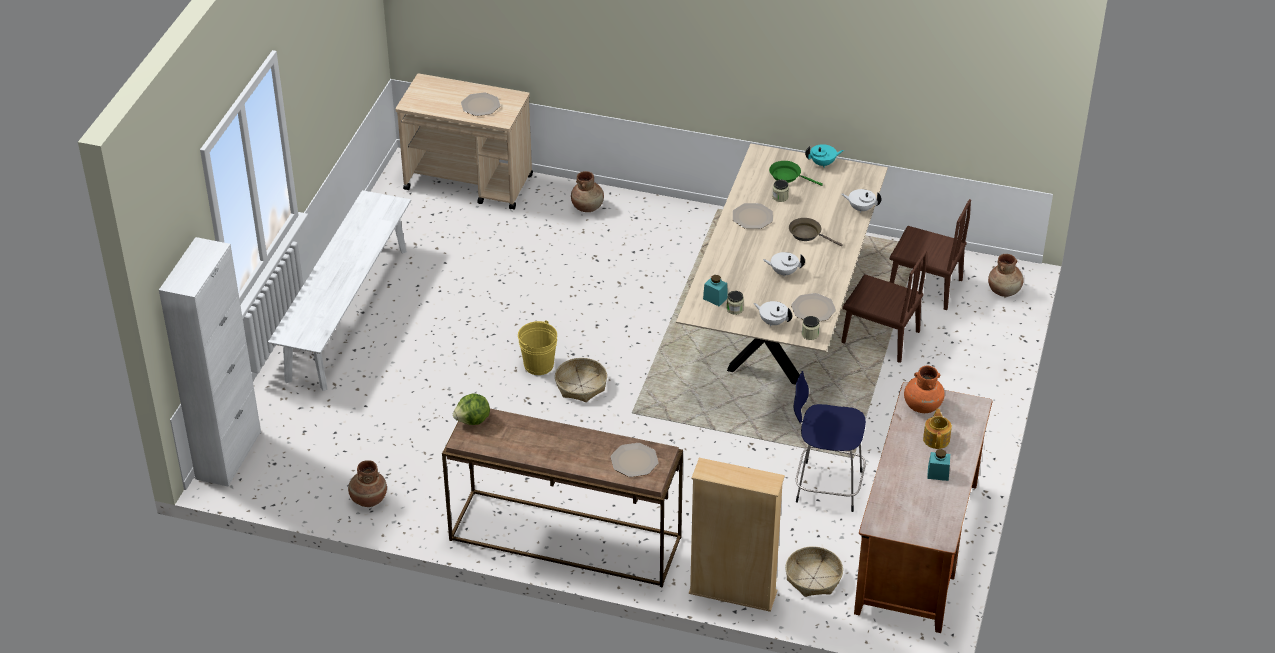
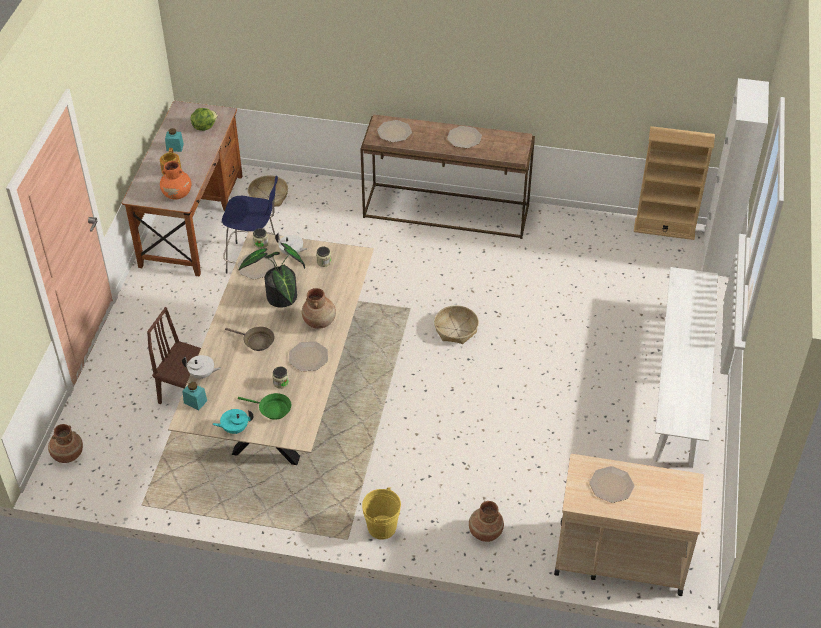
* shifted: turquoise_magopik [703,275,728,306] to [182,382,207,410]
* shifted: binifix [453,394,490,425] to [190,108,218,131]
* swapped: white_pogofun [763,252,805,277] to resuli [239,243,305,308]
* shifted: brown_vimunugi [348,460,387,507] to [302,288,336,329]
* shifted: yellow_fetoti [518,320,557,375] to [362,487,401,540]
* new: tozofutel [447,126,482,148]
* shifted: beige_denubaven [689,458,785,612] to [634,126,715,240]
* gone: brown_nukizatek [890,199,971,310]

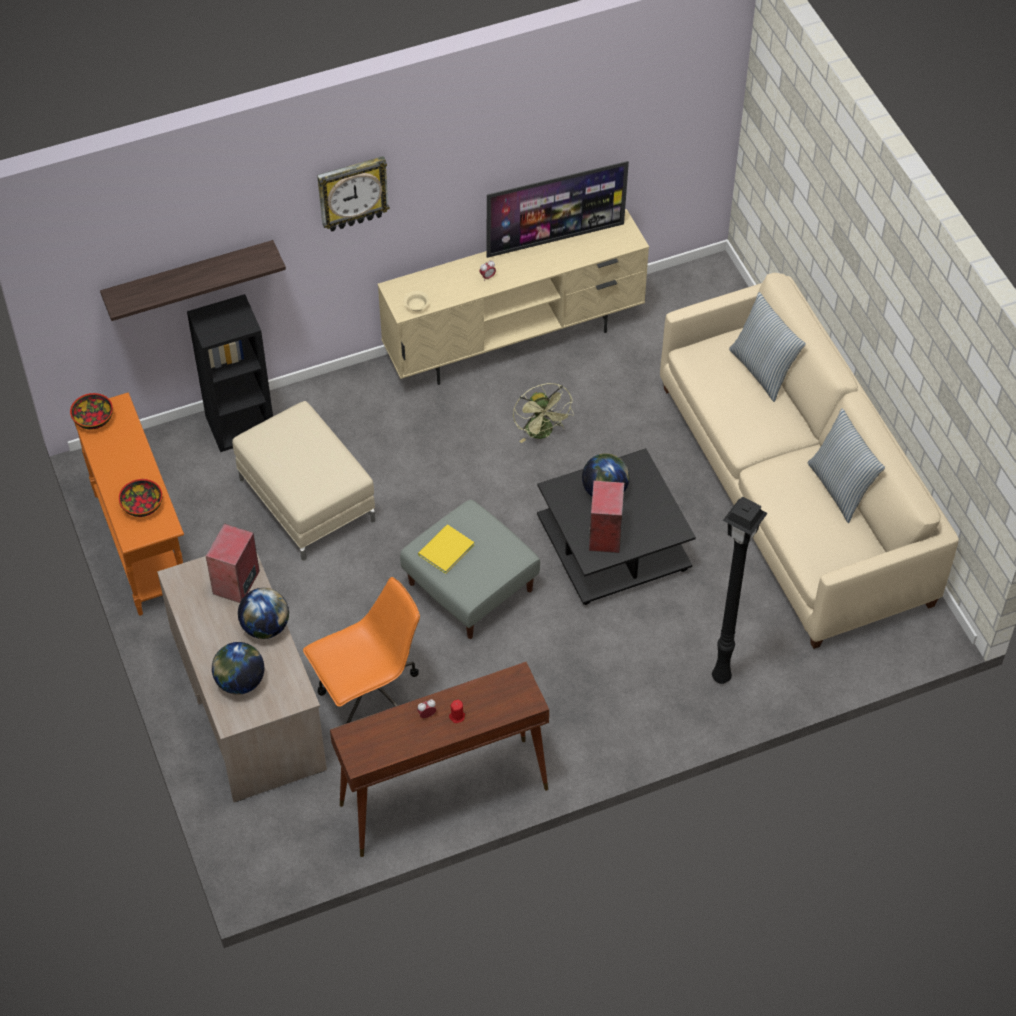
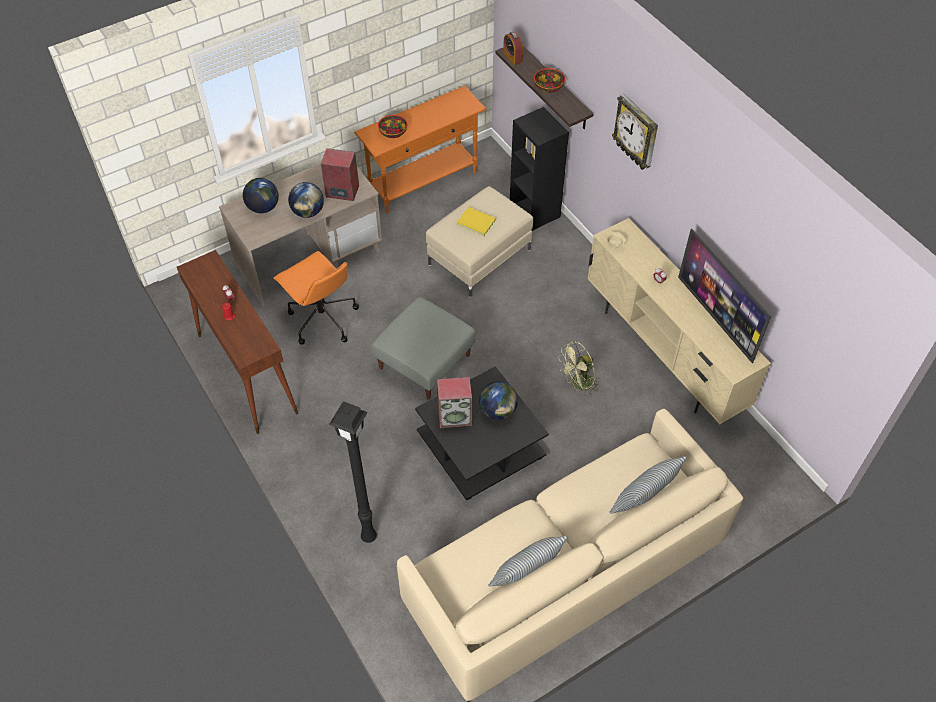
* shifted: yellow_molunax [418,524,474,574] to [457,207,496,236]
* new: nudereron [503,32,523,65]
* shifted: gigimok [70,393,113,430] to [534,68,565,93]

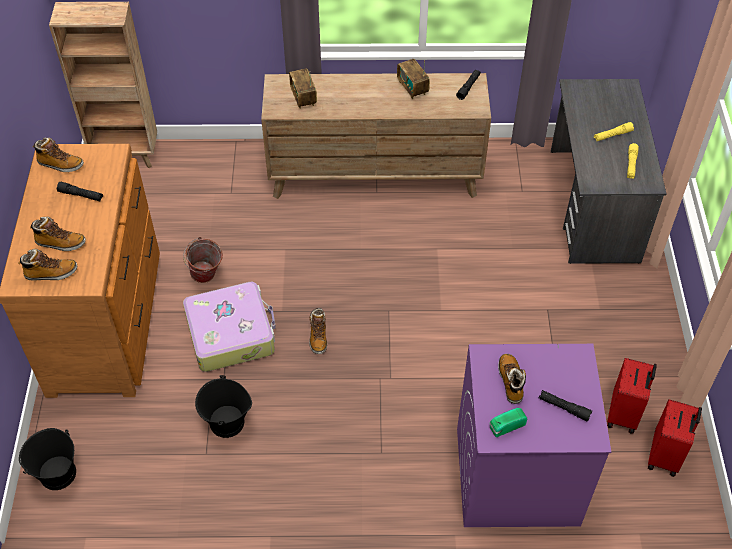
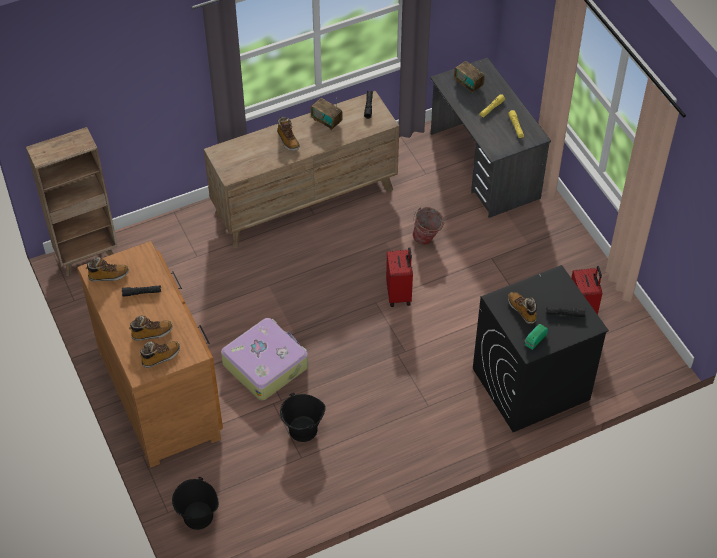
* shifted: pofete [309,308,327,354] to [277,117,300,151]
* shifted: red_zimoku [648,399,702,477] to [386,247,413,307]
* shifted: fetoti [183,237,223,283] to [412,207,444,245]
* shifted: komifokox [289,68,317,109] to [454,61,485,93]
* repainted: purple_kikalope [457,344,611,527] to black_kikalope [473,265,609,432]

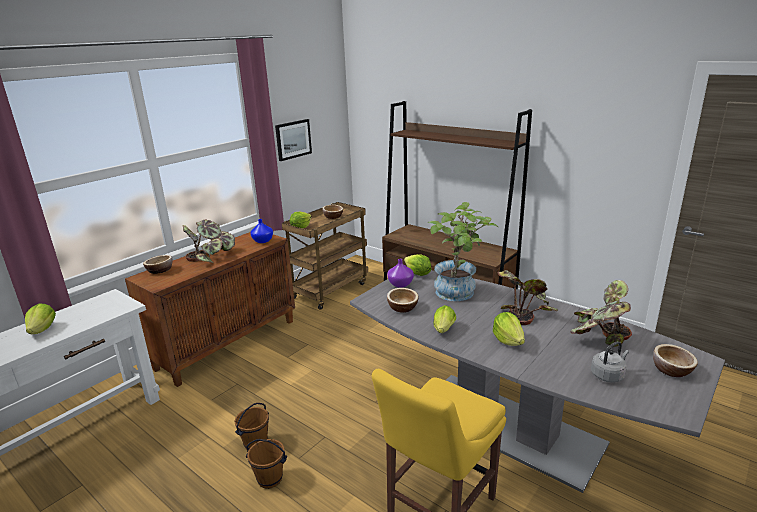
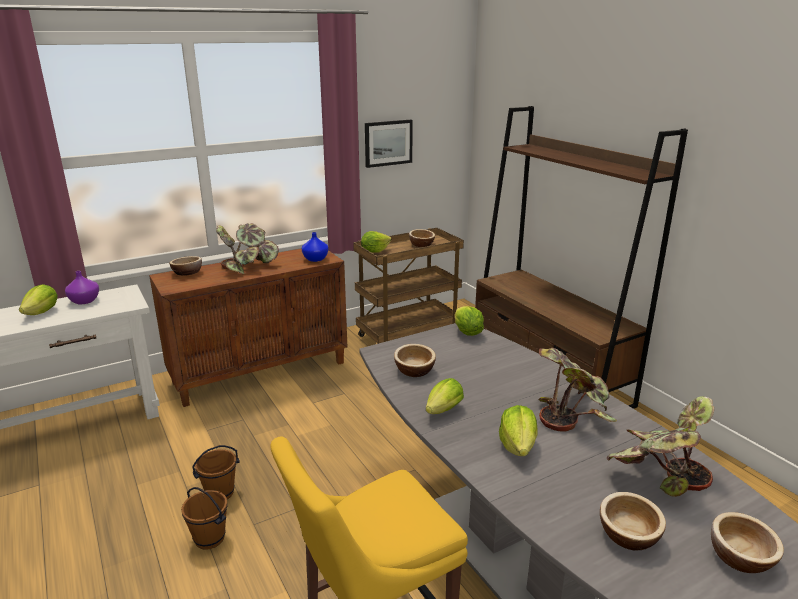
* shifted: purple_vimunugi [387,259,414,288] to [65,271,99,304]
* swapped: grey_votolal [591,341,629,383] to gigimok [600,492,666,551]
* gone: resuli [428,202,498,301]

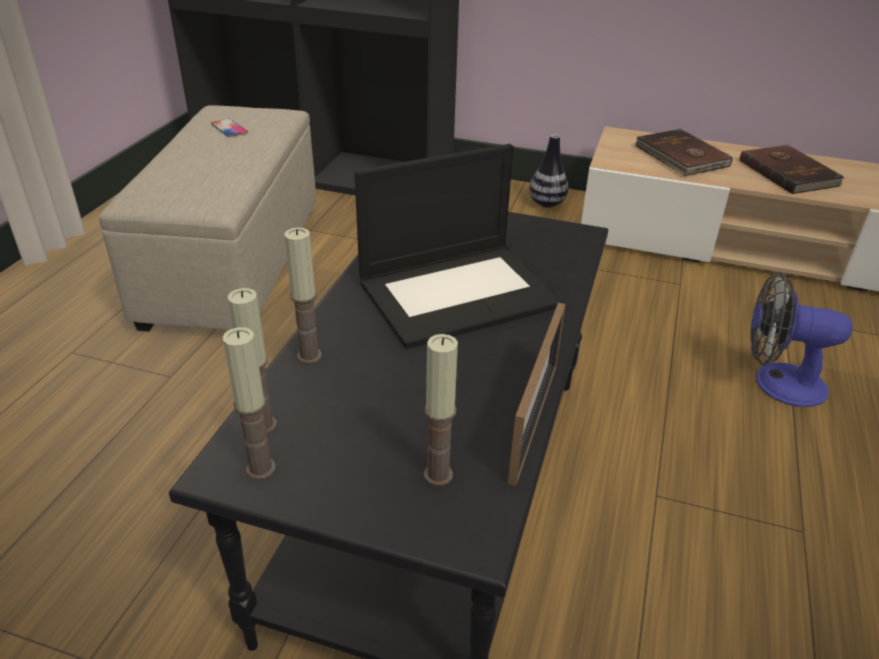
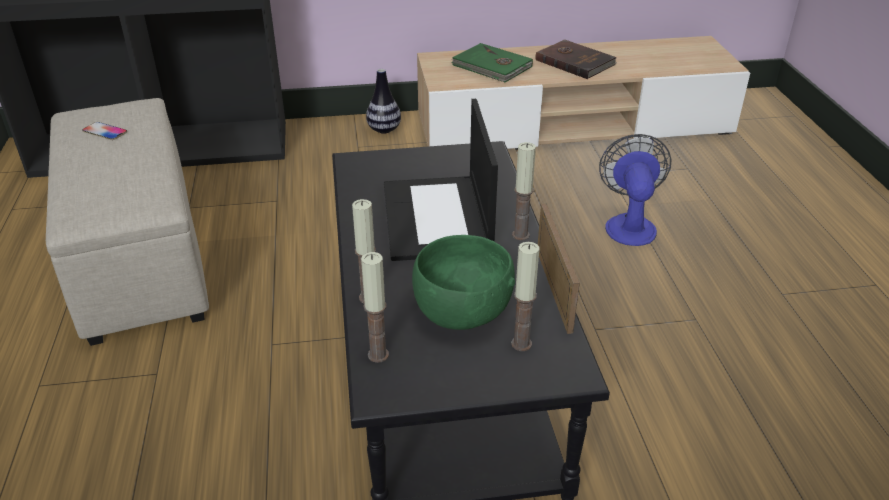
* rotated: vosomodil [354,144,564,349] = [384,99,498,261] 135 degrees clockwise
* new: green_gigimok [412,235,515,330]
* repainted: brown_molunax [635,129,733,176] to green_molunax [451,43,533,82]
* shifted: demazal [223,327,276,480] to [512,142,536,240]
* rotated: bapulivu [750,272,853,407] = [599,134,671,246] 105 degrees clockwise

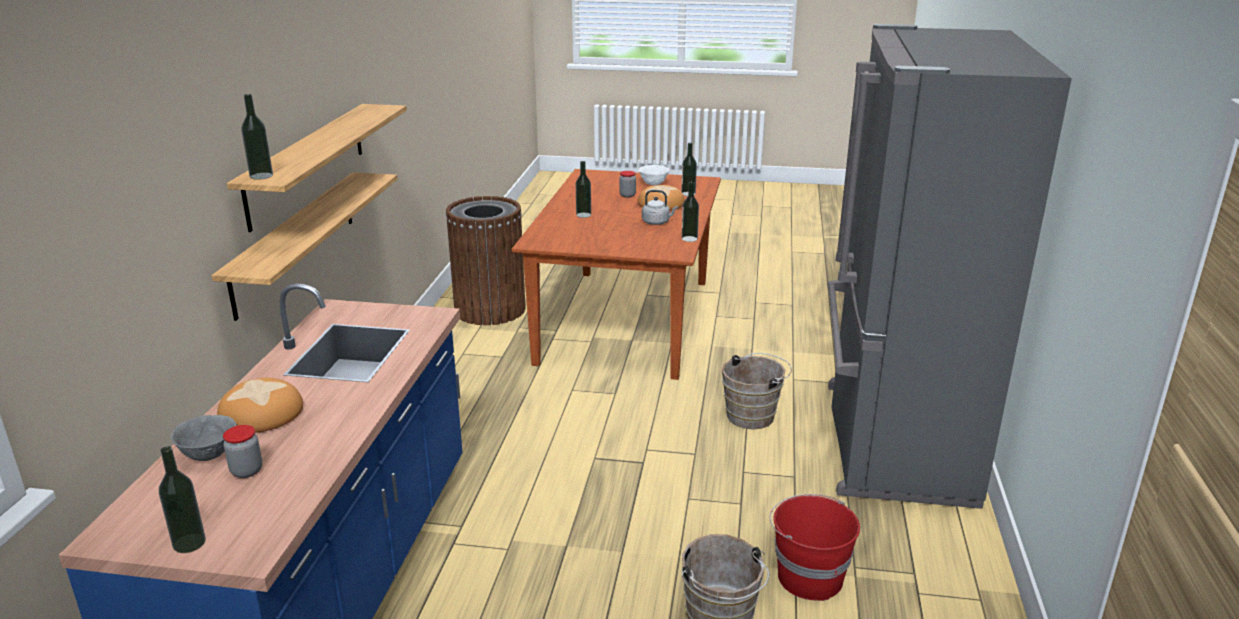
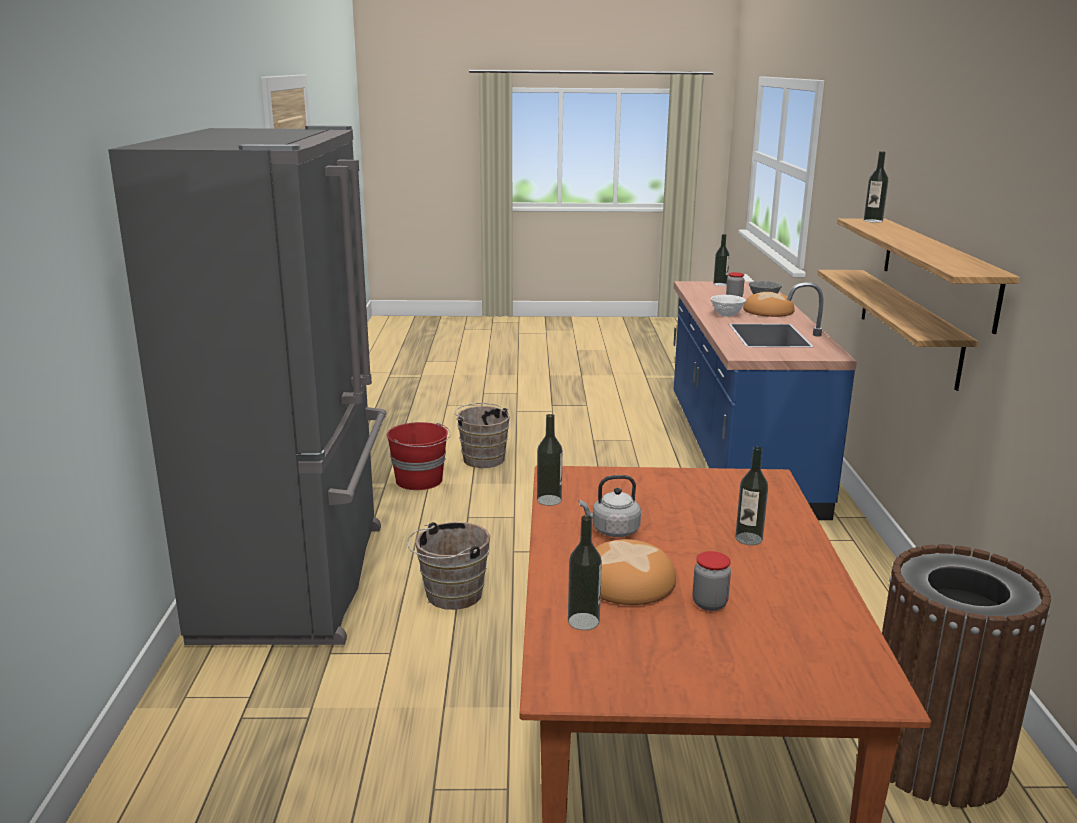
* shifted: white_gigimok [639,165,669,185] to [710,295,746,316]

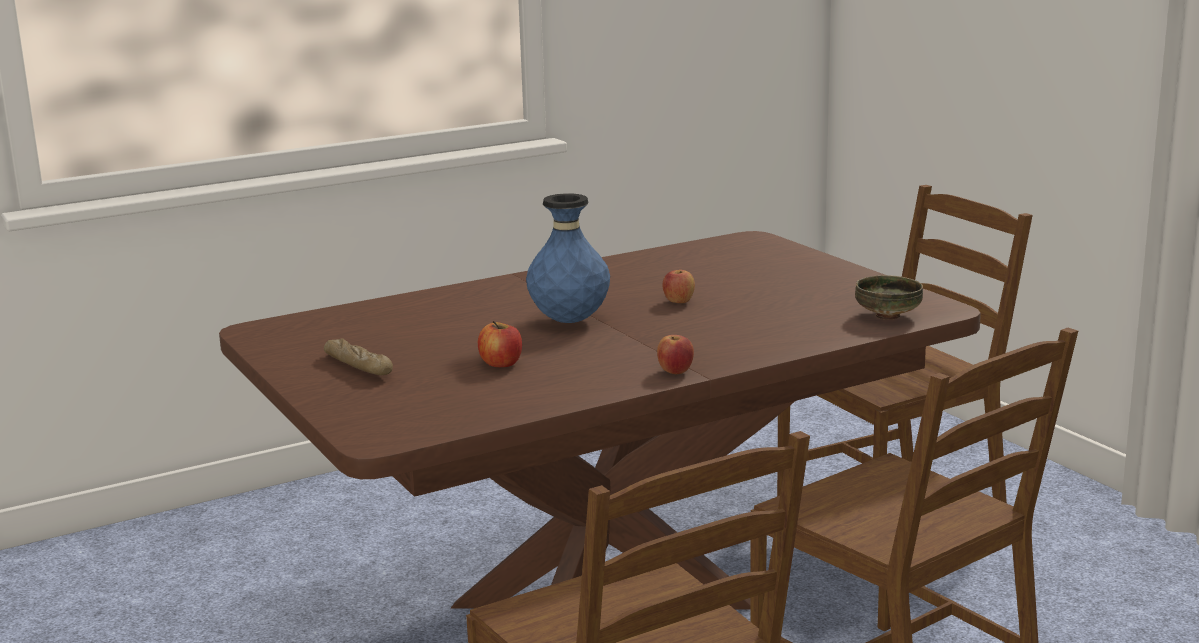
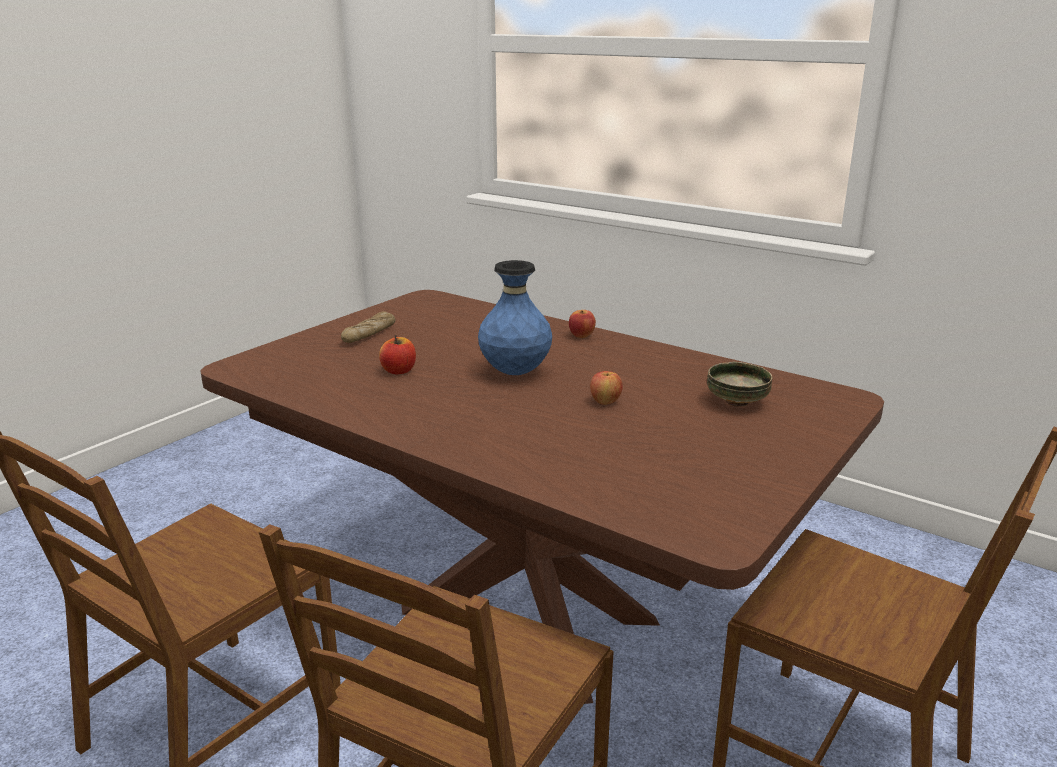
* shifted: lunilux [657,335,694,374] to [569,310,596,338]
* shifted: gigimok [855,275,923,320] to [707,362,773,407]

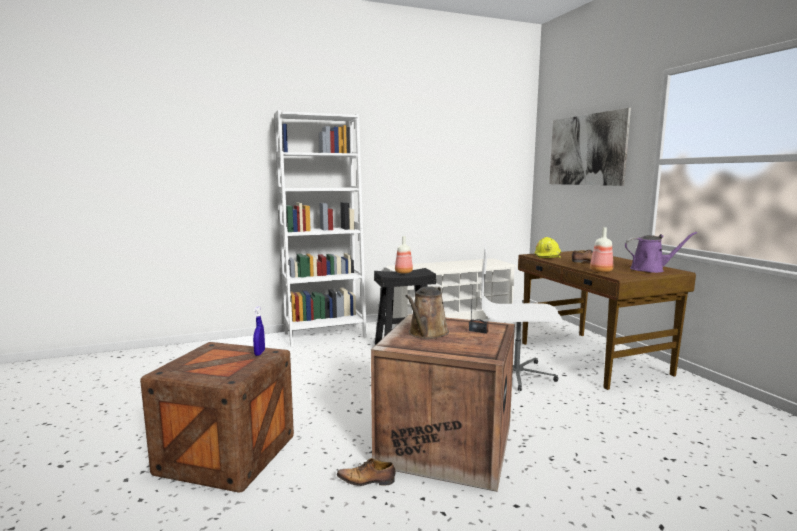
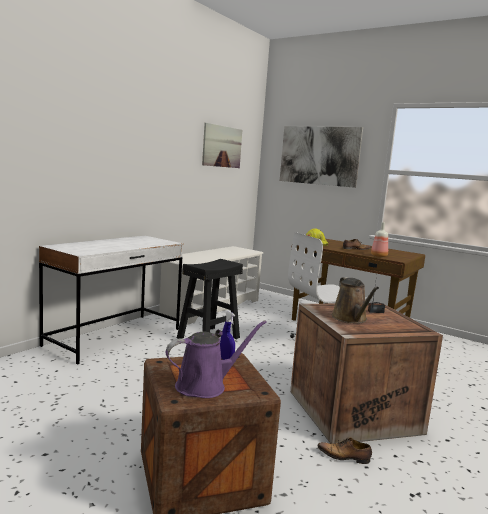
* swapped: white_denubaven [274,110,367,347] to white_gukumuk [39,236,183,364]
* shifted: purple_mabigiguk [625,232,697,273] to [166,320,267,398]
* new: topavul [202,123,242,168]
* rotated: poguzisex [337,458,395,486] = [318,437,372,464] 45 degrees clockwise
* gone: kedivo [395,236,413,274]

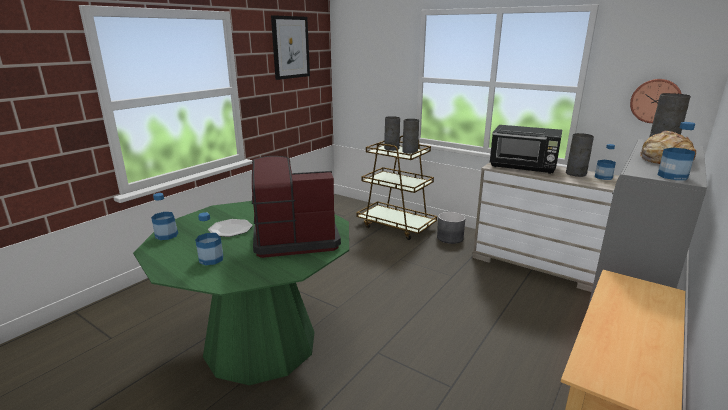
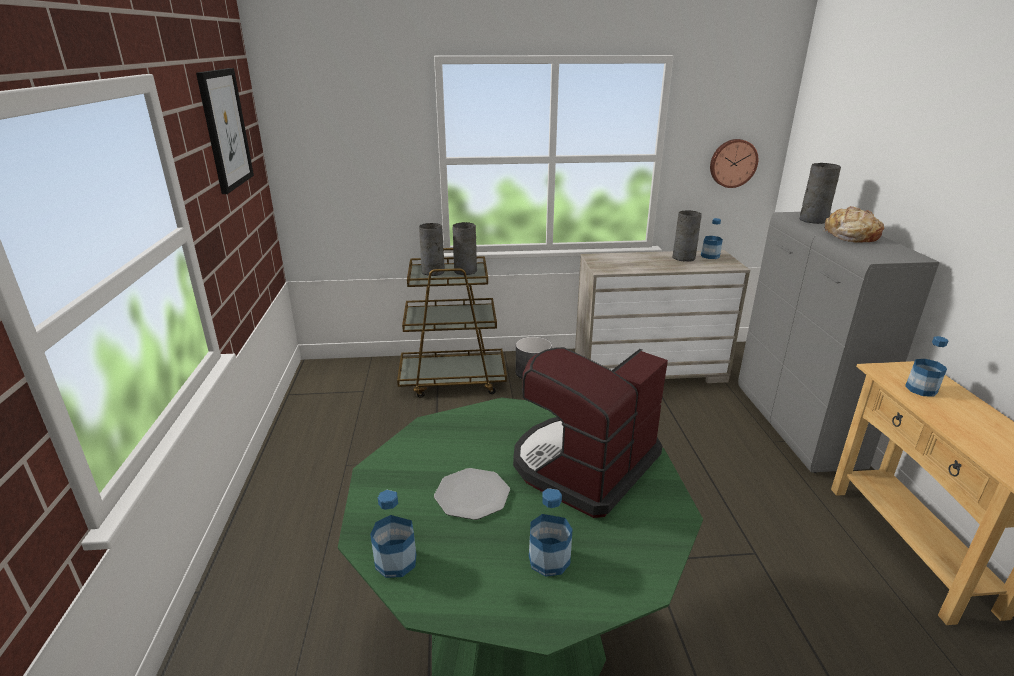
* shifted: kedivo [658,122,695,180] to [905,336,948,397]
* gone: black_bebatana [490,125,562,174]

